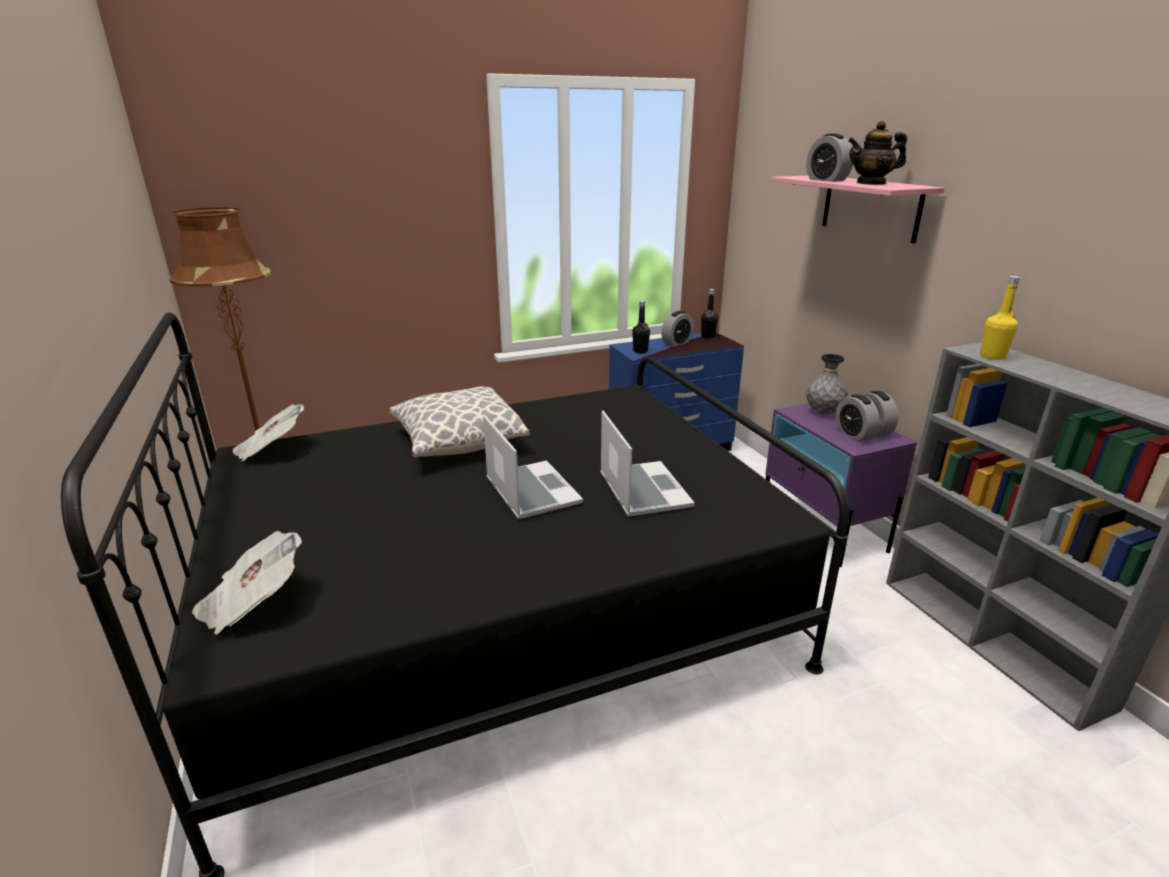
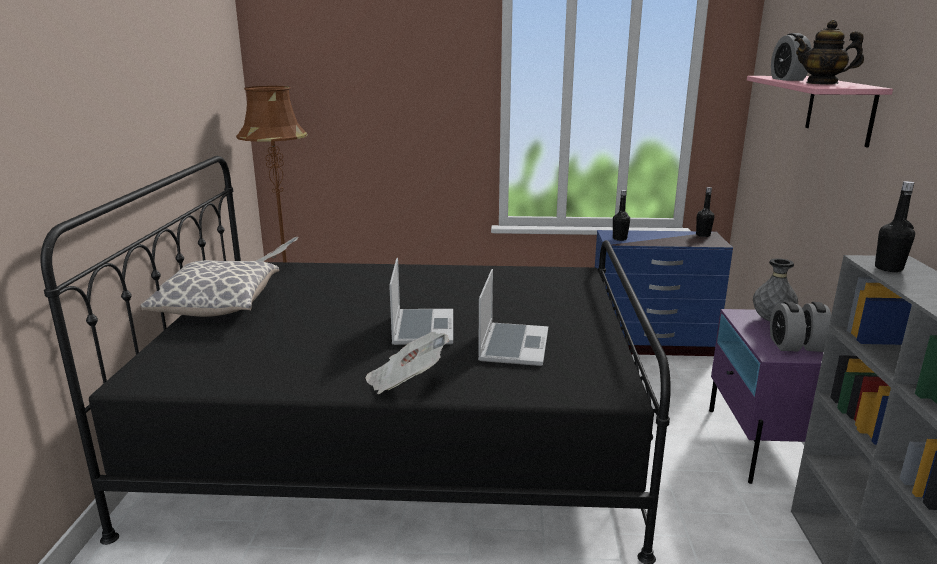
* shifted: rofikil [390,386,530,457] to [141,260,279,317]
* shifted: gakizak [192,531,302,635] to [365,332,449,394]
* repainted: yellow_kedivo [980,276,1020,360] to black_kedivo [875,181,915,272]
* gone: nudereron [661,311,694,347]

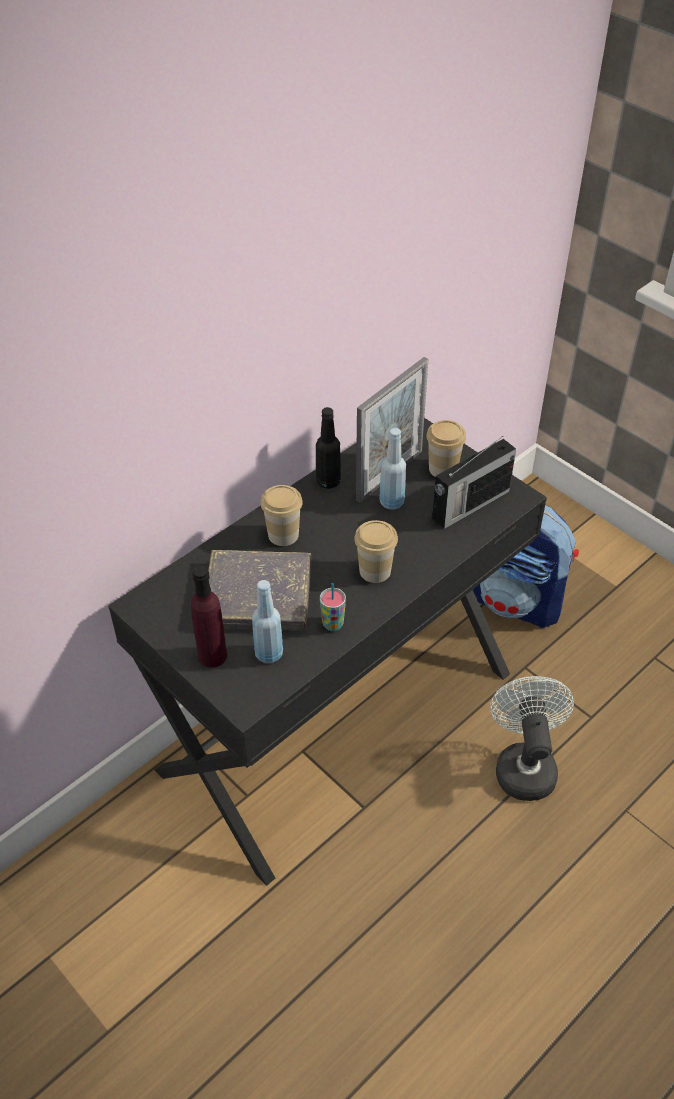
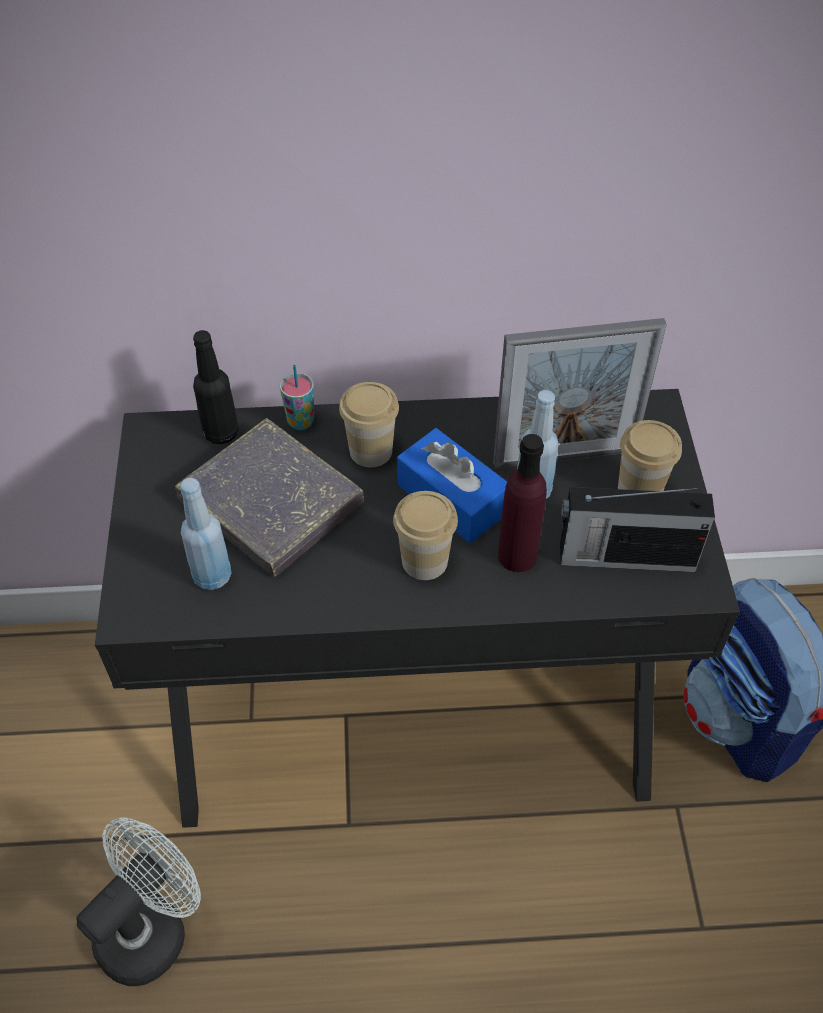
* shifted: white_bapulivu [490,676,574,801] to [76,817,201,986]
* shifted: black_kedivo [316,407,341,489] to [193,330,239,444]
* shifted: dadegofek [320,583,346,631] to [280,365,314,430]
* new: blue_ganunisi [397,428,507,543]
* shifted: purple_kedivo [191,566,227,668] to [498,434,547,572]

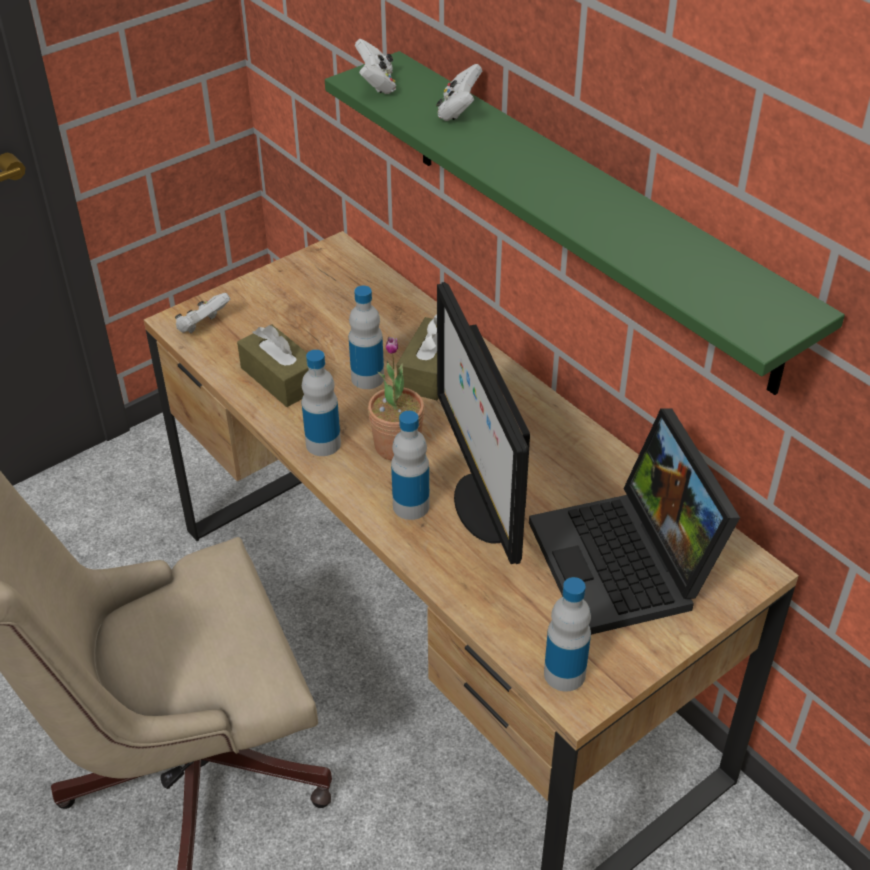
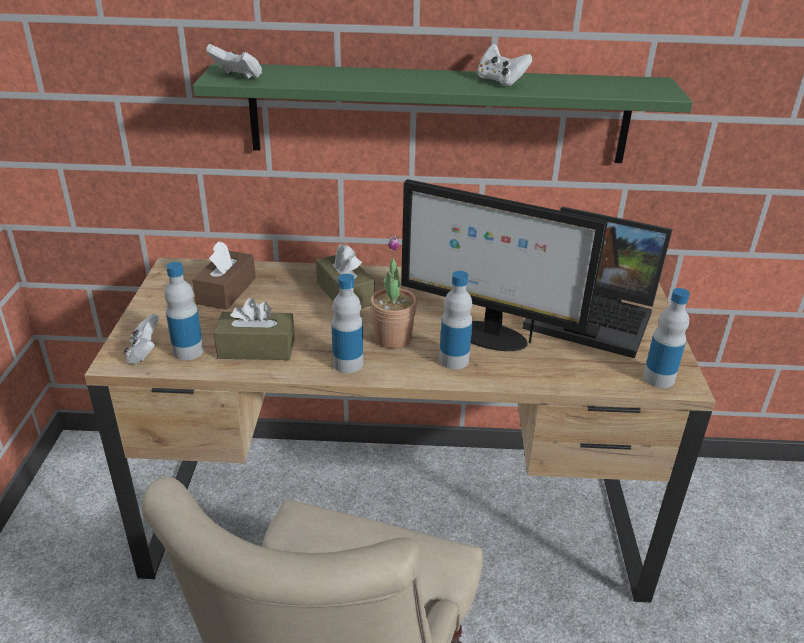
* shifted: kedivo [349,286,384,389] to [164,262,204,360]
* new: brown_ganunisi [192,241,256,310]
* shifted: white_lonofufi [436,64,482,121] to [478,44,532,86]

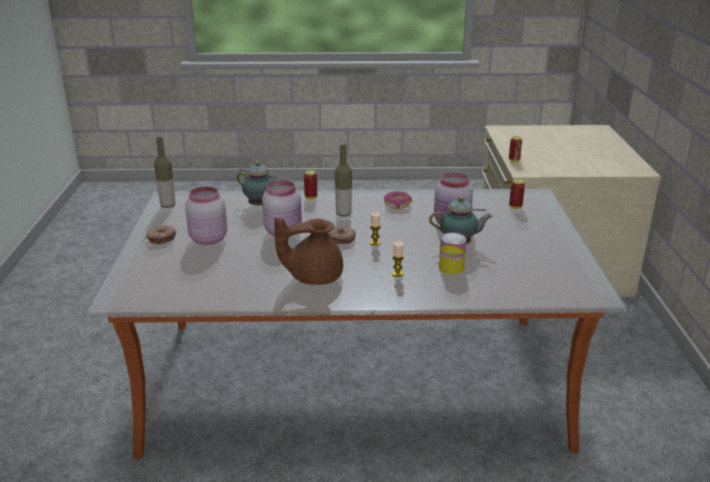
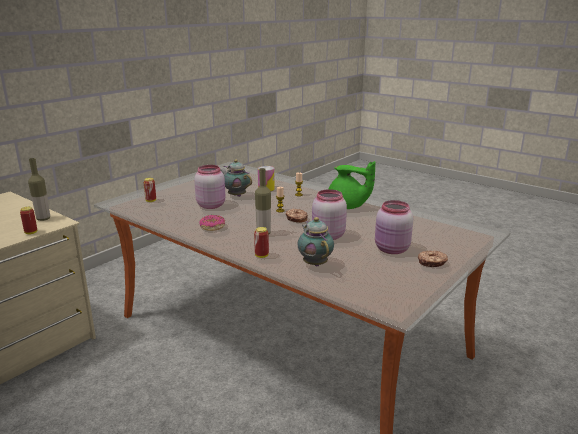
* shifted: kedivo [154,137,175,208] to [28,158,50,221]
* repainted: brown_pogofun [274,217,343,285] to green_pogofun [329,161,376,209]

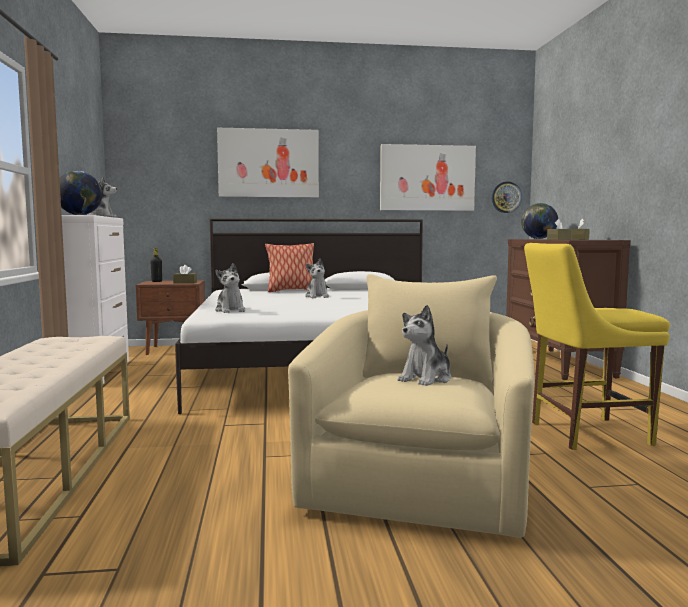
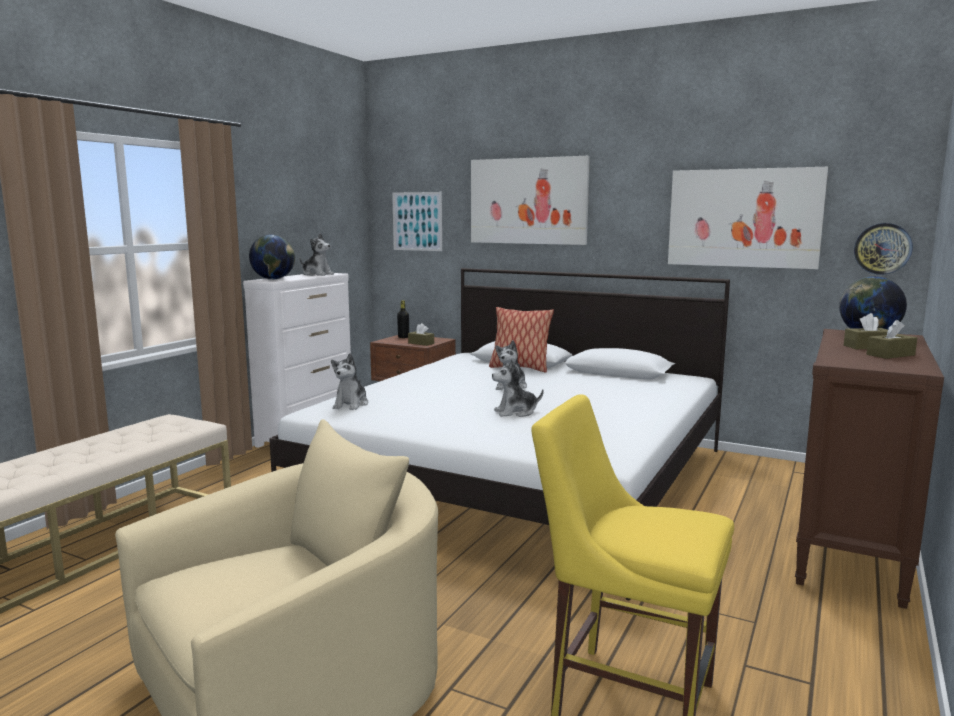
* new: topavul [392,192,442,251]
* shifted: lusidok [398,305,451,386] to [492,360,544,417]

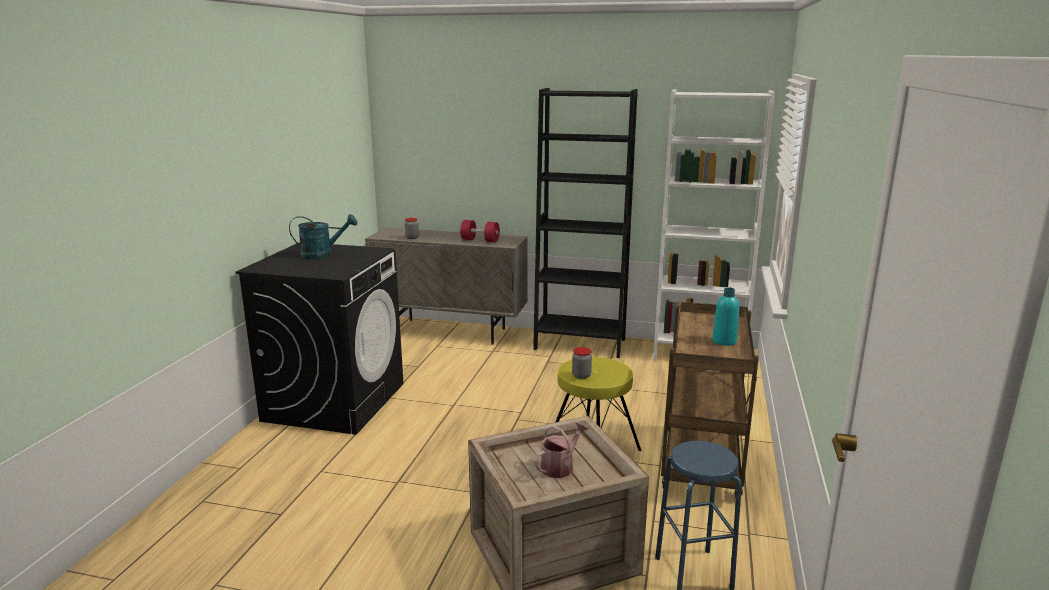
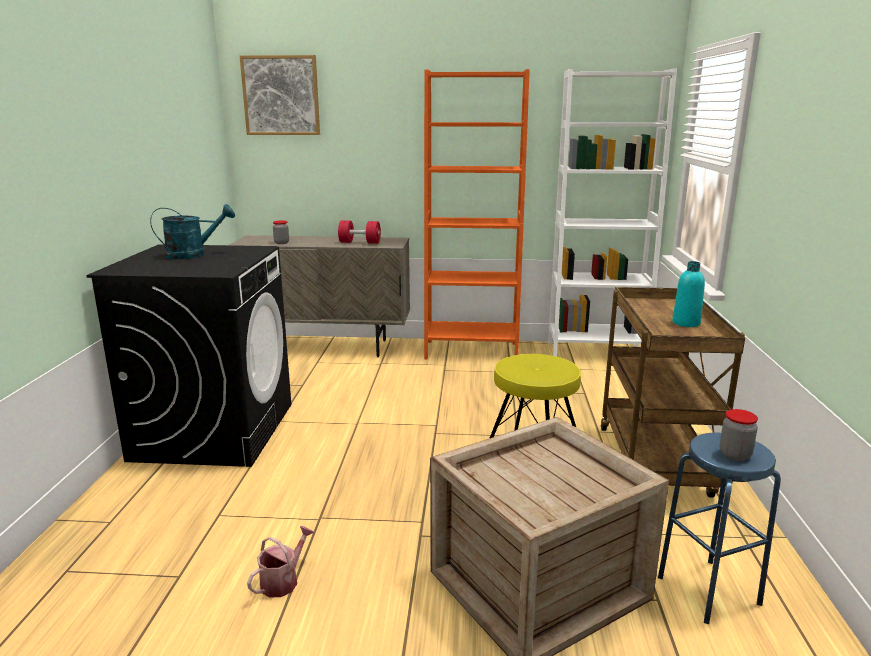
* new: topavul [240,55,320,135]
* shifted: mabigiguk [535,422,588,478] to [247,526,315,598]
* repainted: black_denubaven [533,88,638,358] to orange_denubaven [424,69,530,359]
* shifted: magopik [572,347,592,379] to [720,409,758,461]

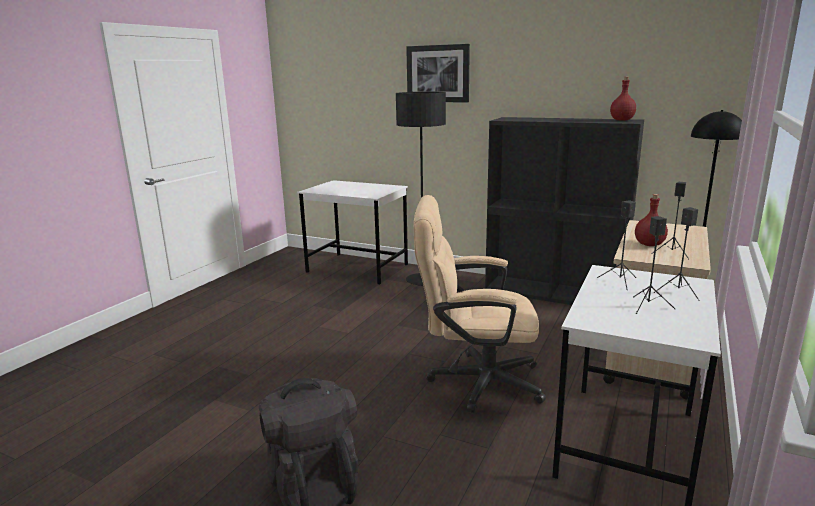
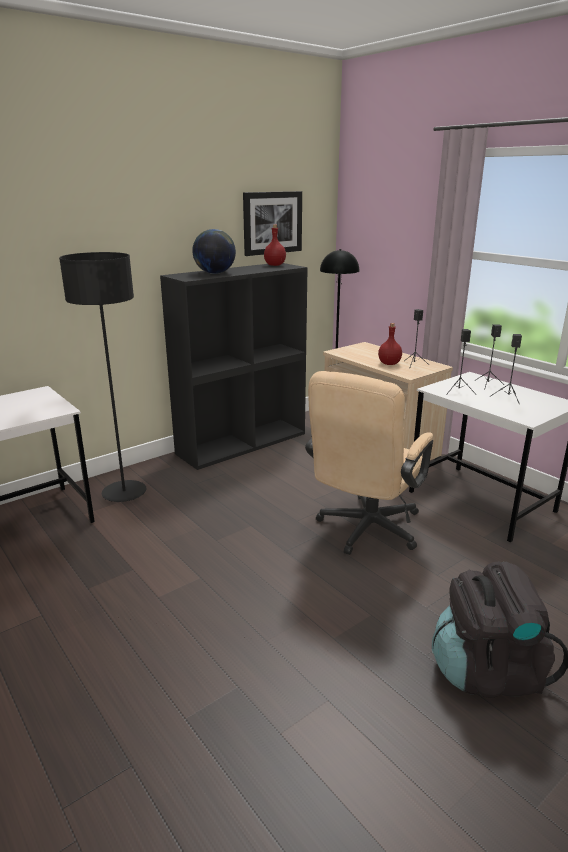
* new: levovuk [192,229,236,274]
* shifted: topavul [406,44,470,102] to [243,191,302,256]

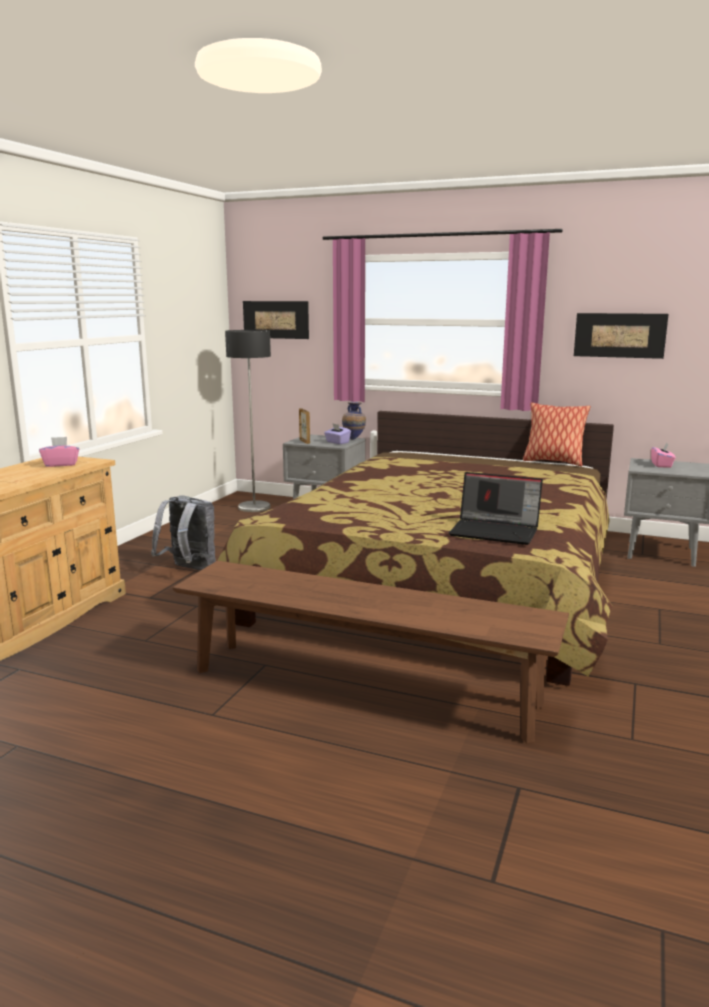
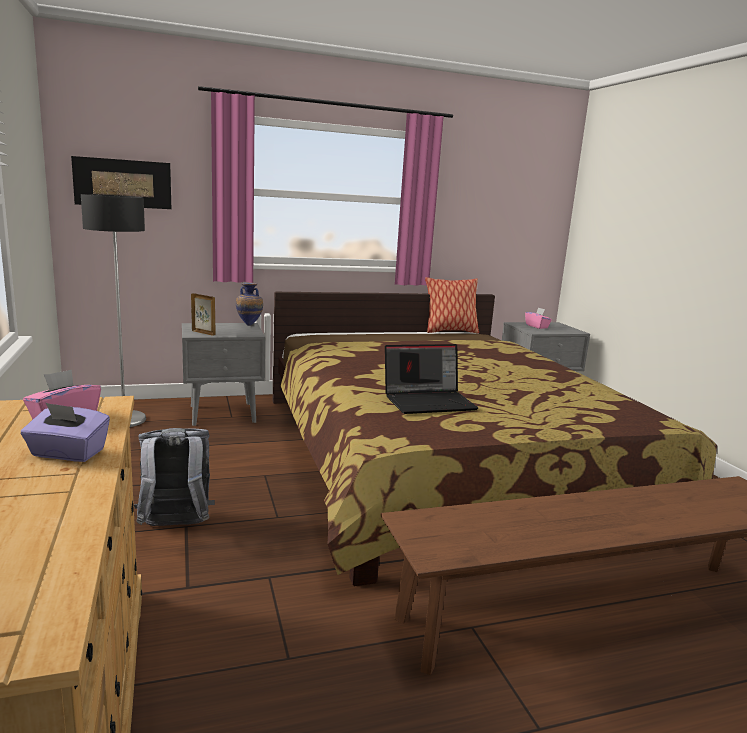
* shifted: purple_ganunisi [324,423,351,444] to [21,402,110,462]
* shifted: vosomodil [449,472,543,545] to [385,344,478,414]
* gone: topavul [574,313,669,359]

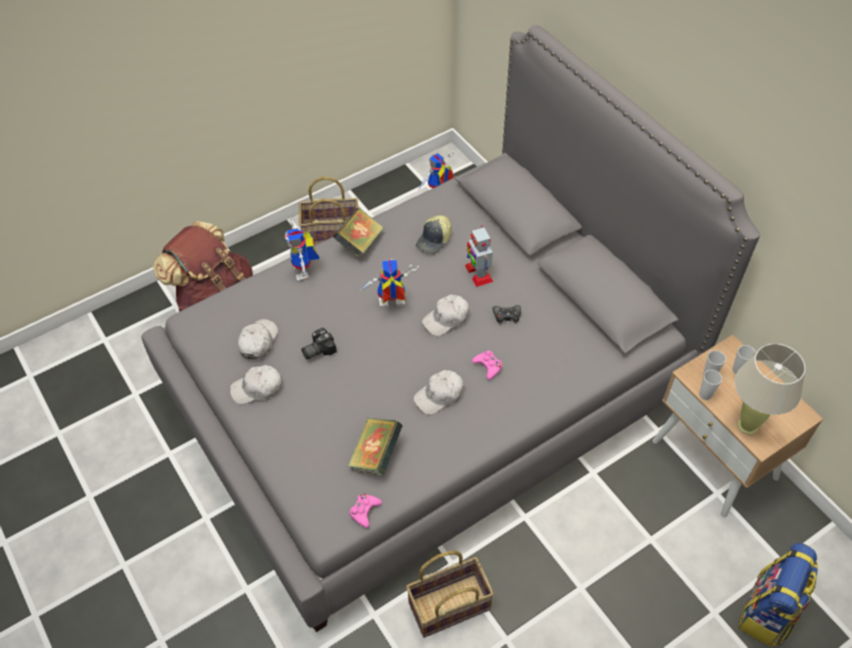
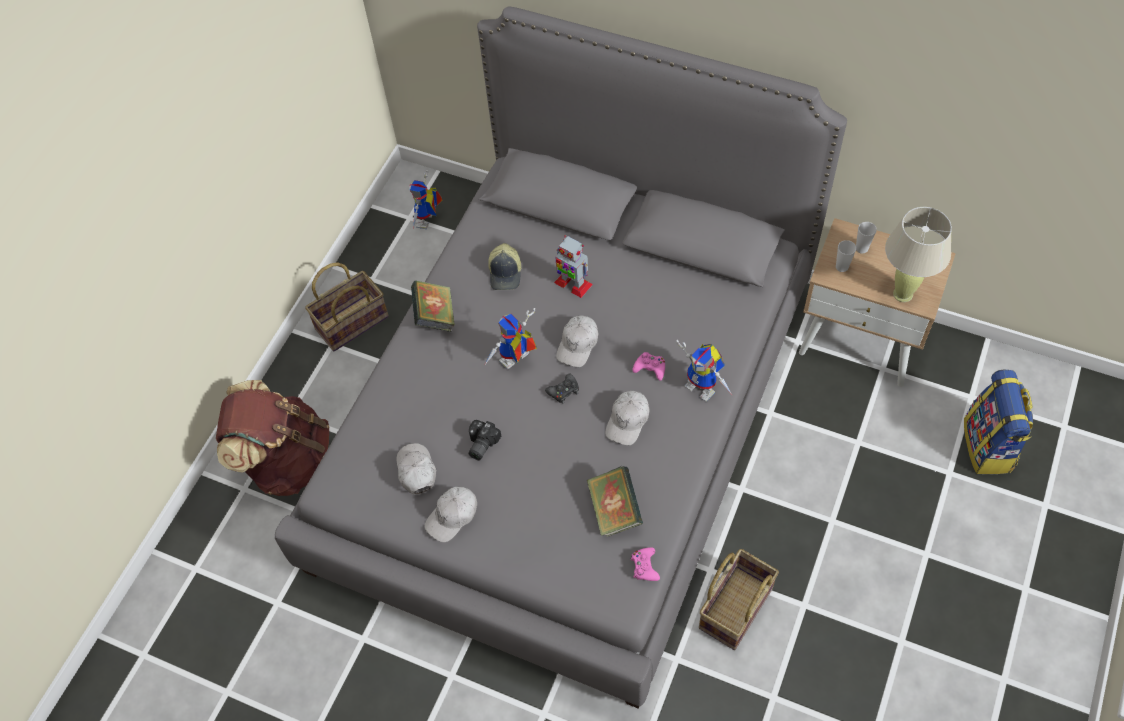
* shifted: black_lonofufi [492,305,521,324] to [545,373,579,404]
* shifted: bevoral [285,218,320,282] to [676,340,732,402]
* gone: dadegofek [699,370,722,400]

